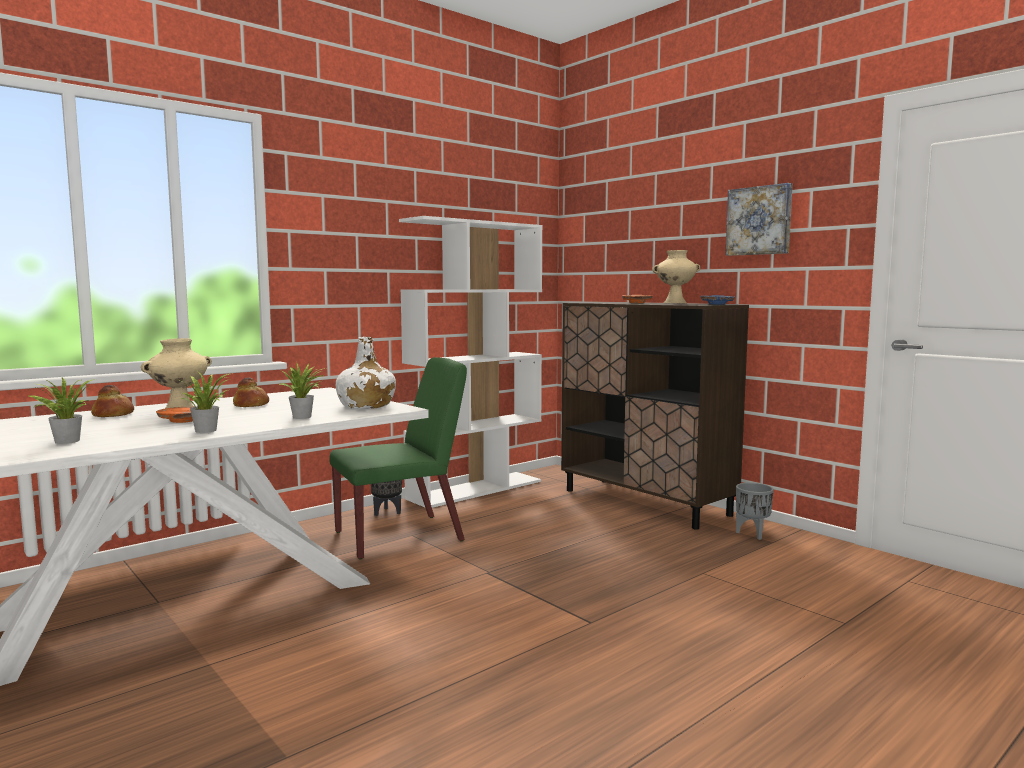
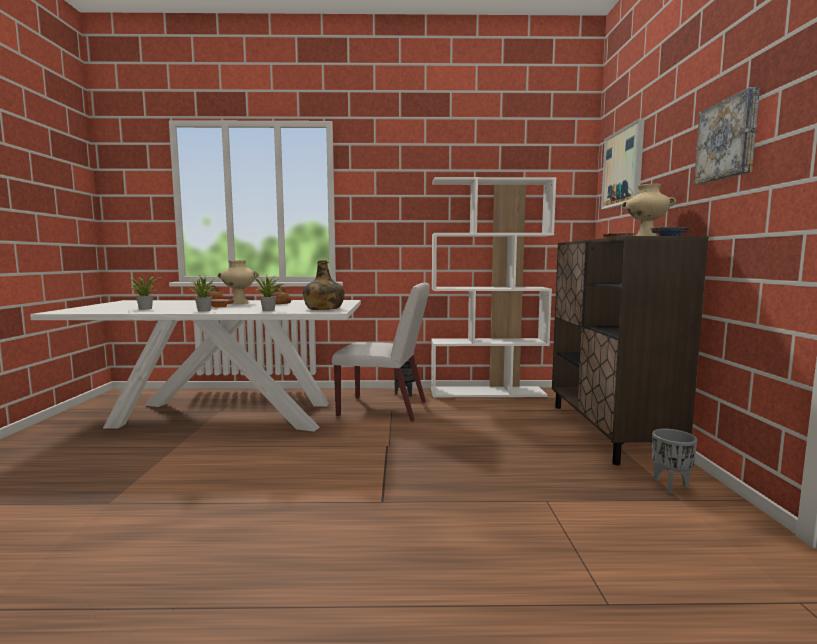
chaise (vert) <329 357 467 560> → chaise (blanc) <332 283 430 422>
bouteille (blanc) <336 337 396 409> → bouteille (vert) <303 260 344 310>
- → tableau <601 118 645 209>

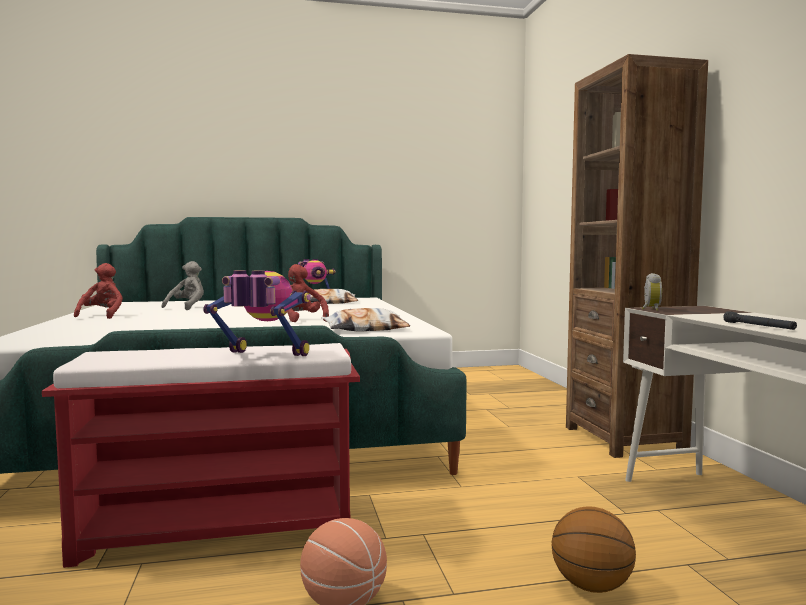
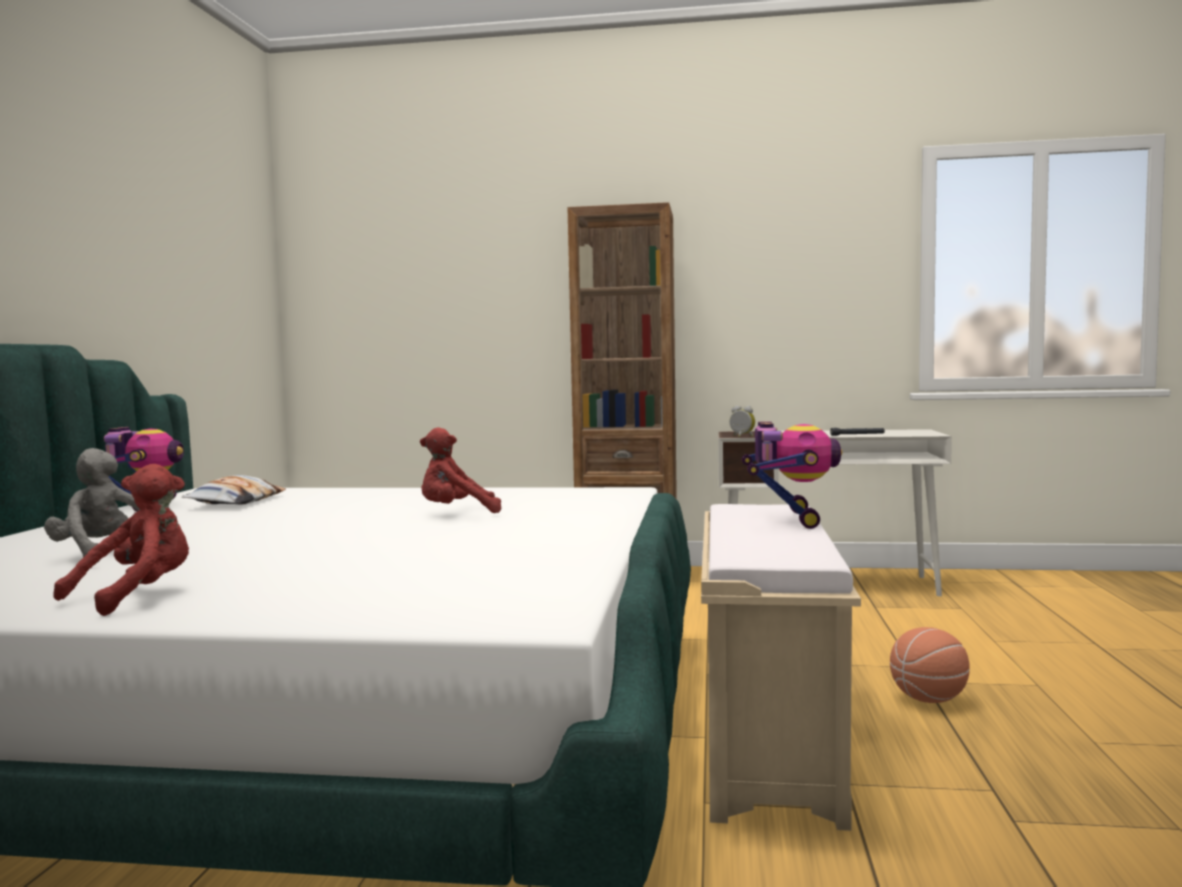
banc (rouge) <42 343 360 568> → banc (beige) <701 504 861 831>
peluche (rouge) <74 263 123 319> → peluche (rouge) <53 464 189 616>, 105 degrees clockwise
robot jouet <203 270 310 356> → robot jouet <742 421 842 529>, 150 degrees clockwise
coussin <322 308 410 332> → -
ballon de basket <552 506 636 593> → -

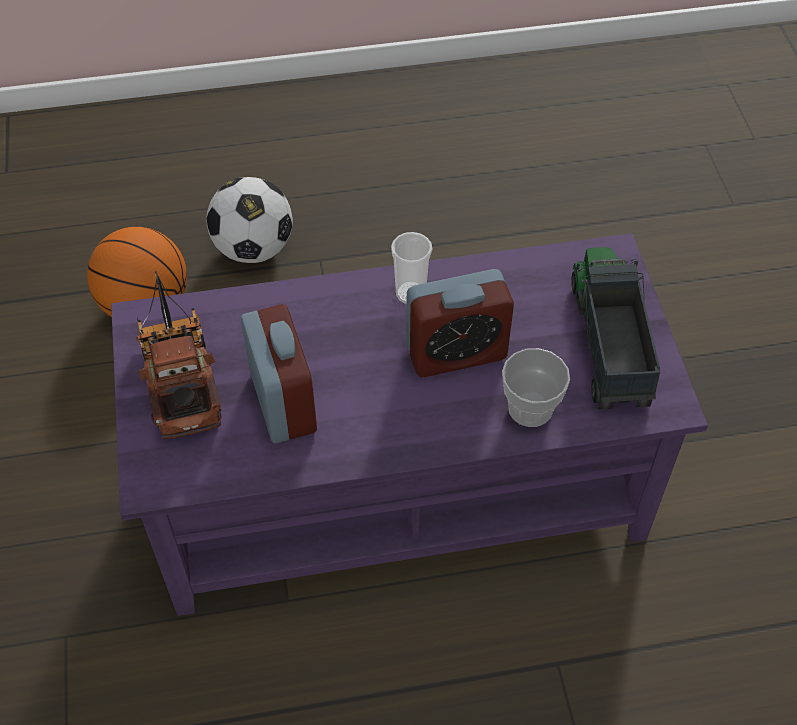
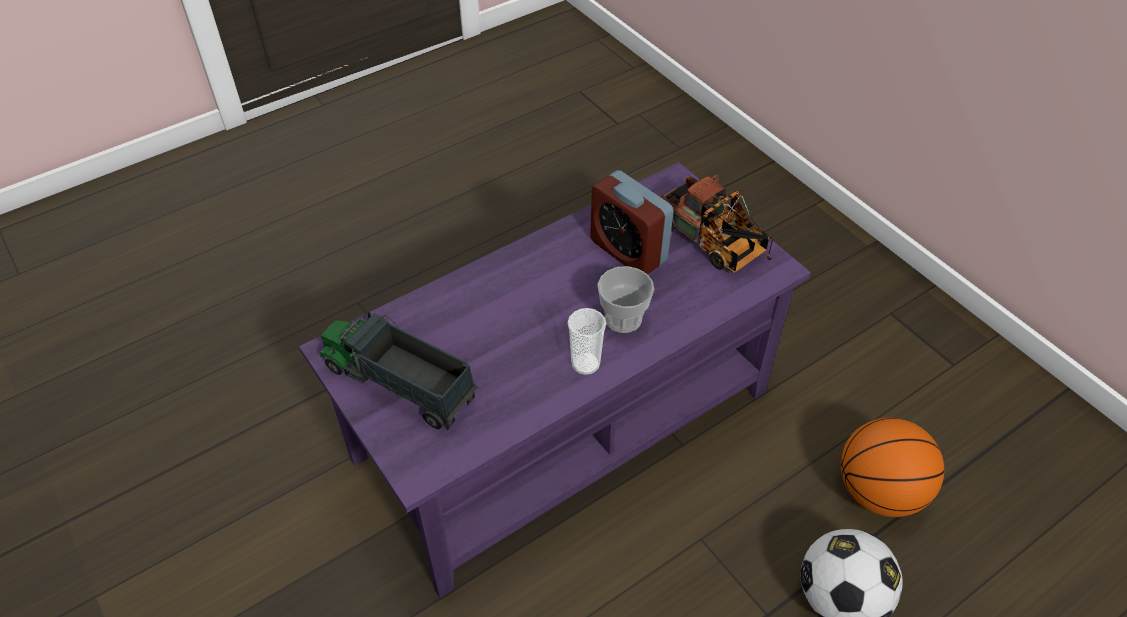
réveil <406 269 514 377> → -
tasse <502 348 570 427> → tasse <597 266 654 333>, move
camion jouet <571 247 660 409> → camion jouet <320 311 478 430>, 150 degrees clockwise

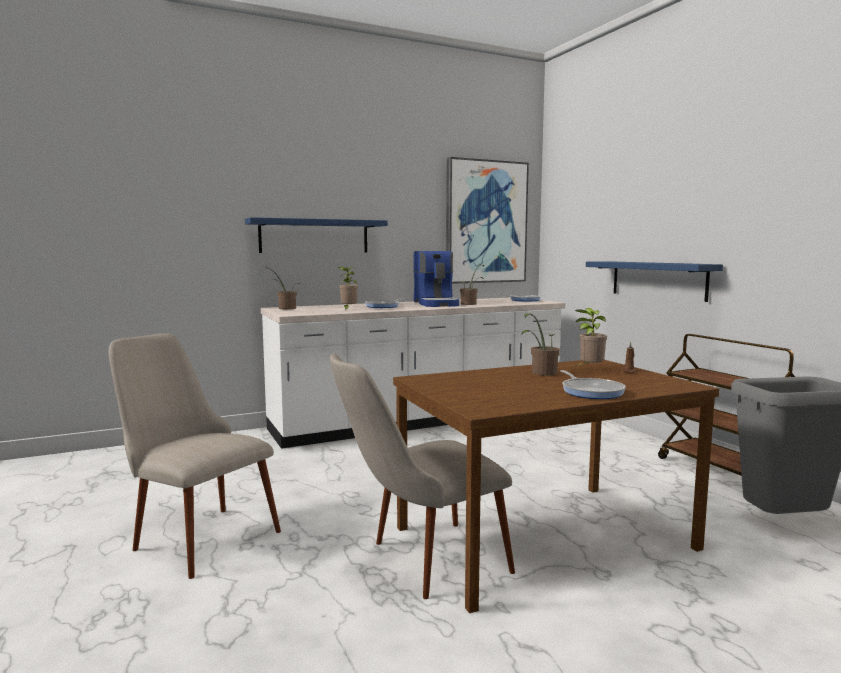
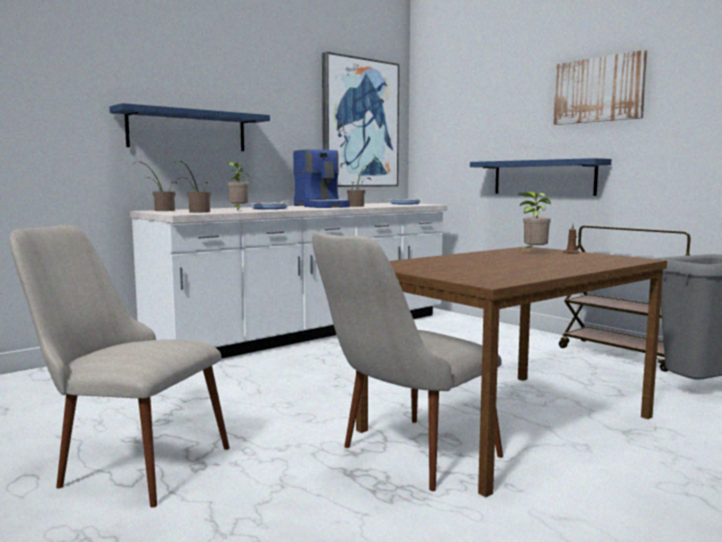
plante en pot <521 313 560 376> → plante en pot <175 161 211 213>, move
poêle <560 370 626 399> → -
- → tableau <553 50 647 125>

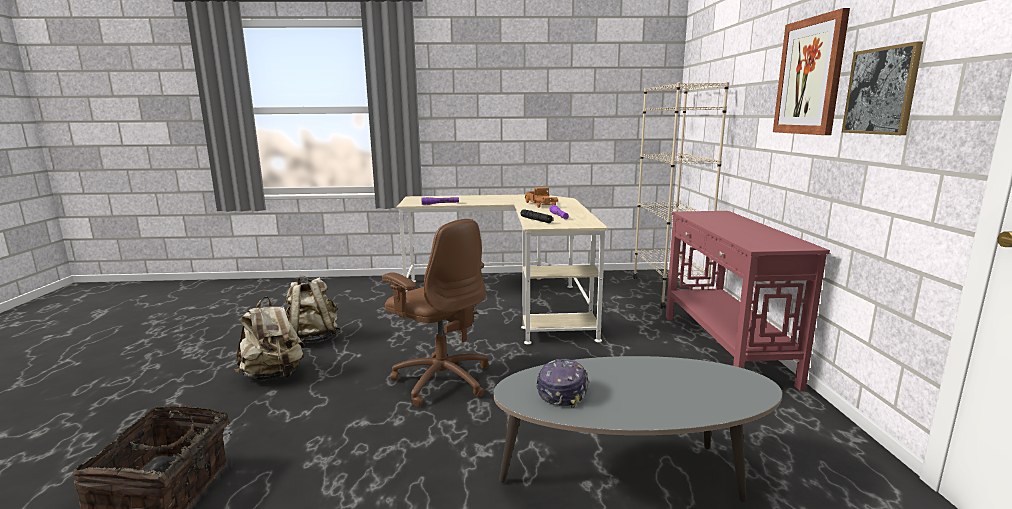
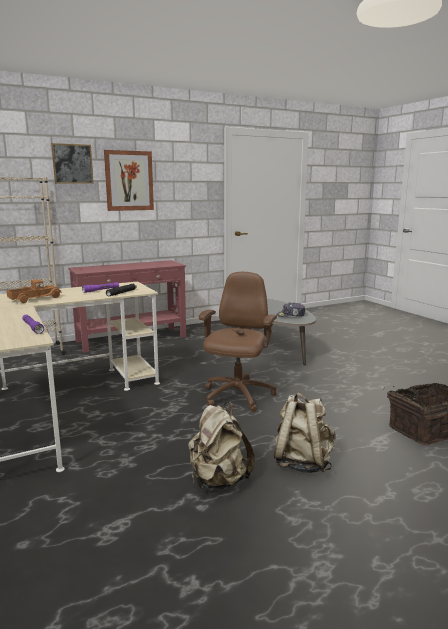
tableau <842 41 923 135> → tableau <51 143 94 184>, move

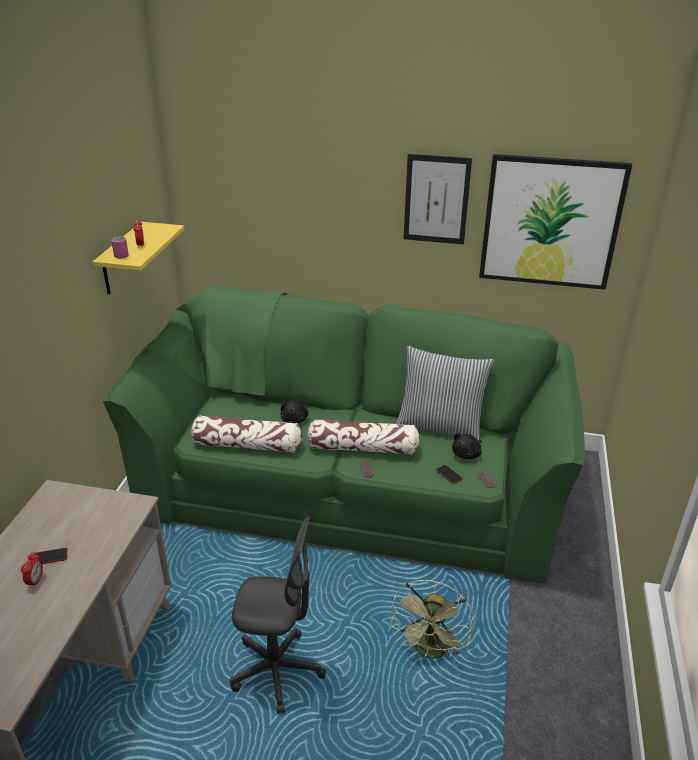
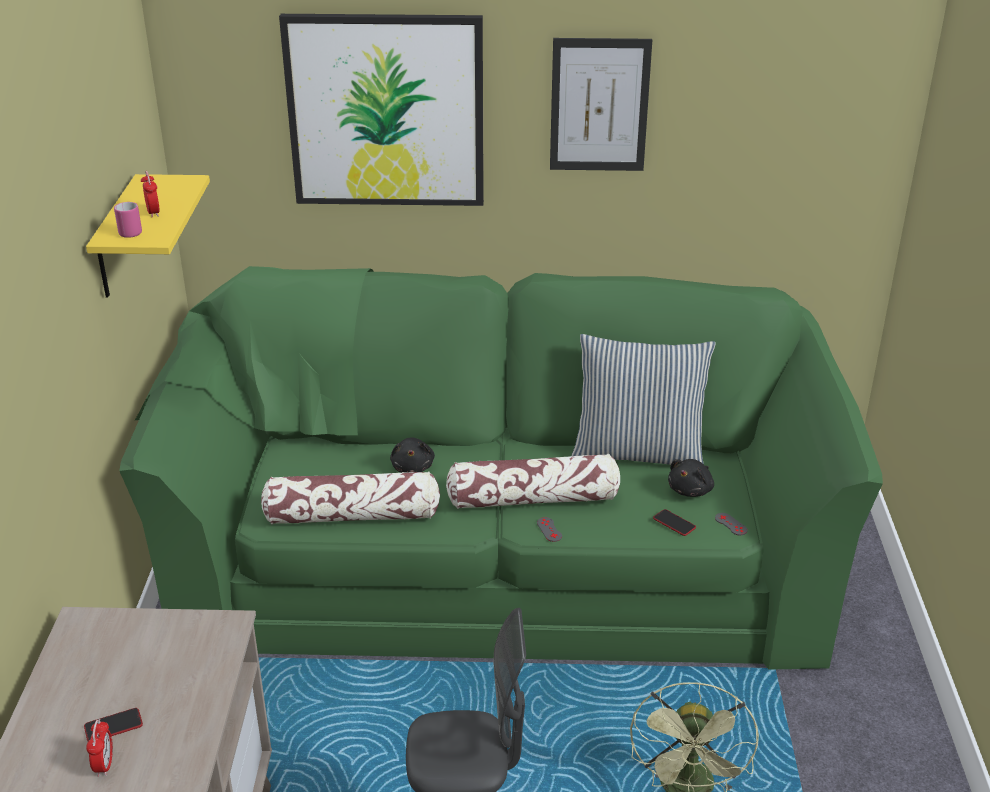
tableau <479 154 632 290> → tableau <279 14 484 206>, move

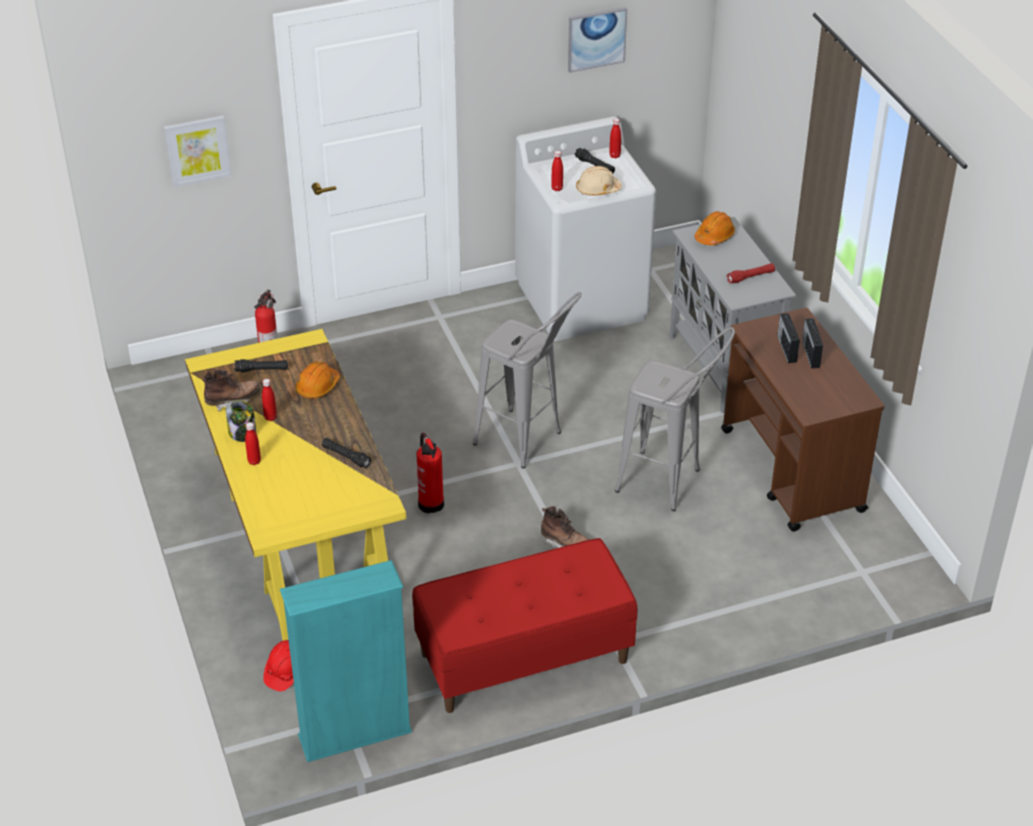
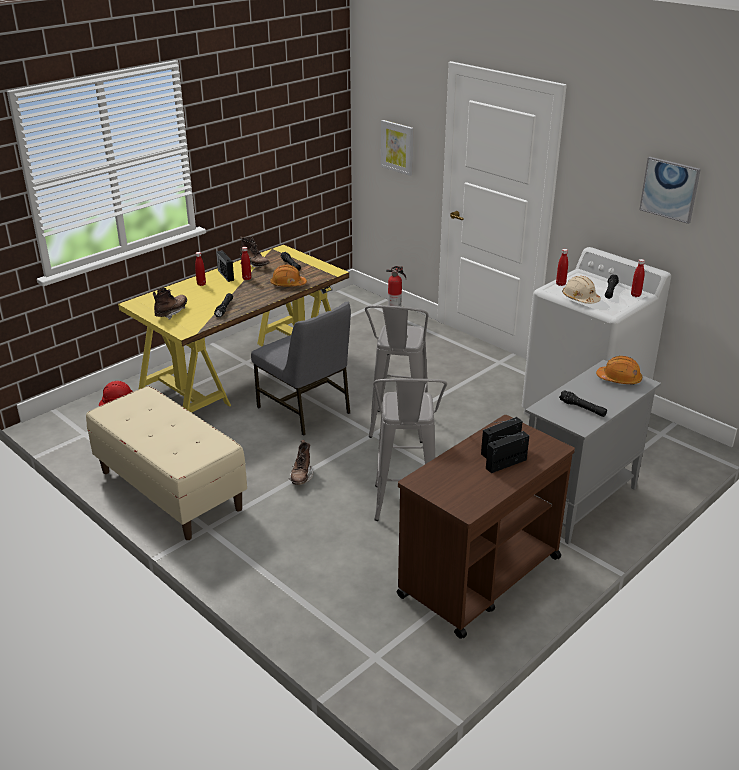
bocal <226 400 256 442> → radio <216 250 234 282>
bibliothèque (turquoise) <280 560 412 762> → -
banc (rouge) <412 538 637 713> → banc (beige) <86 386 247 540>
extincteur <416 432 444 514> → chaise (gris) <251 301 351 436>
lampe de poche (rouge) <727 263 775 284> → lampe de poche (noir) <559 390 607 417>
- → botte (marron) <153 288 187 320>

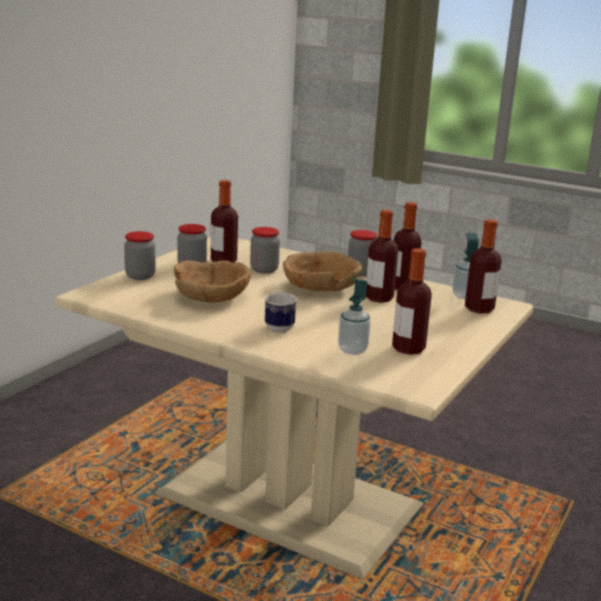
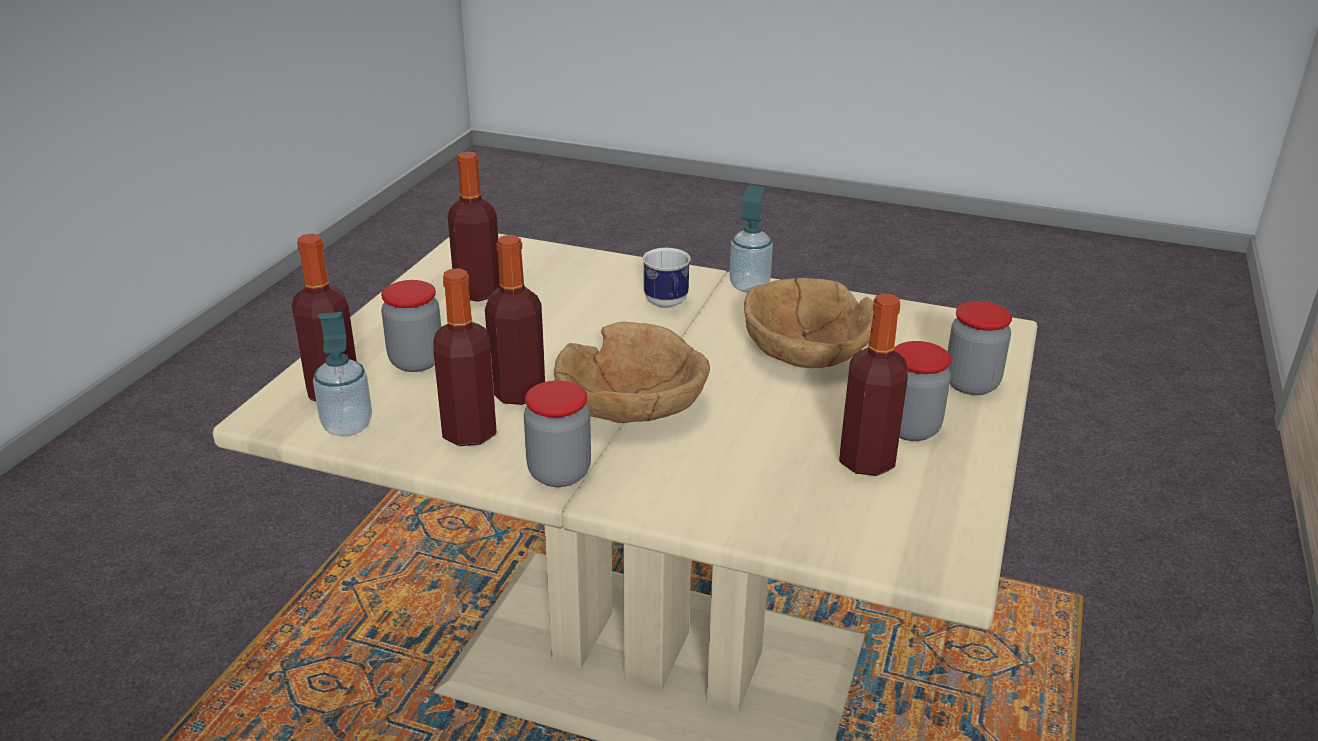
bocal <250 227 280 274> → bocal <381 280 441 372>, move
distributeur de savon <338 278 371 355> → distributeur de savon <729 185 773 293>, move

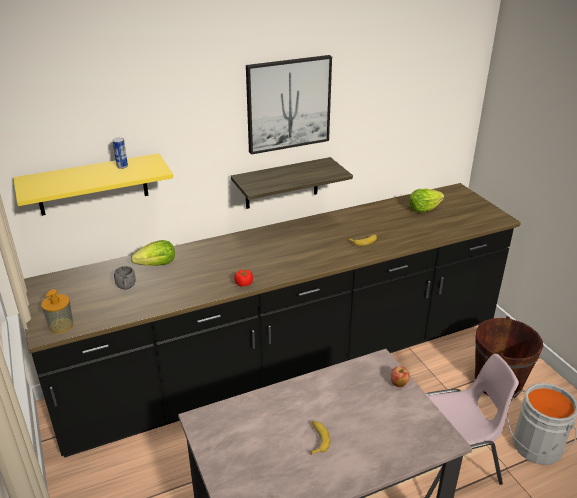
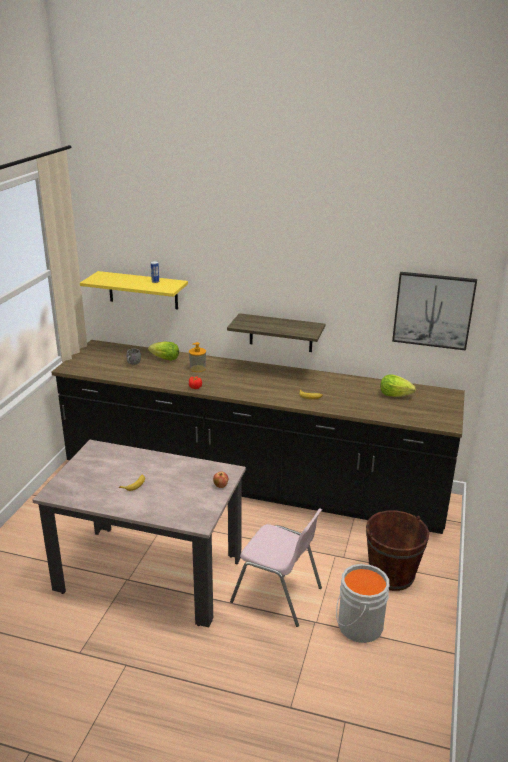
distributeur de savon <41 289 73 333> → distributeur de savon <189 342 206 372>, move
tableau <246 55 332 155> → tableau <392 272 477 351>, move

